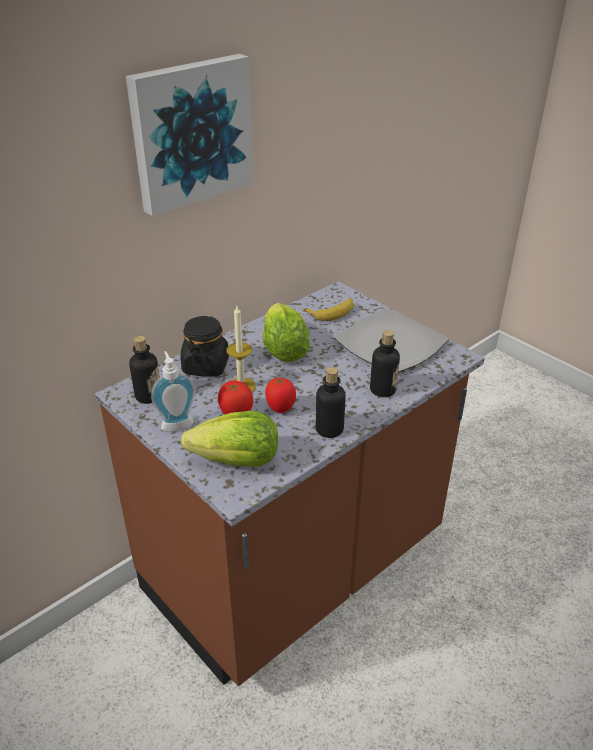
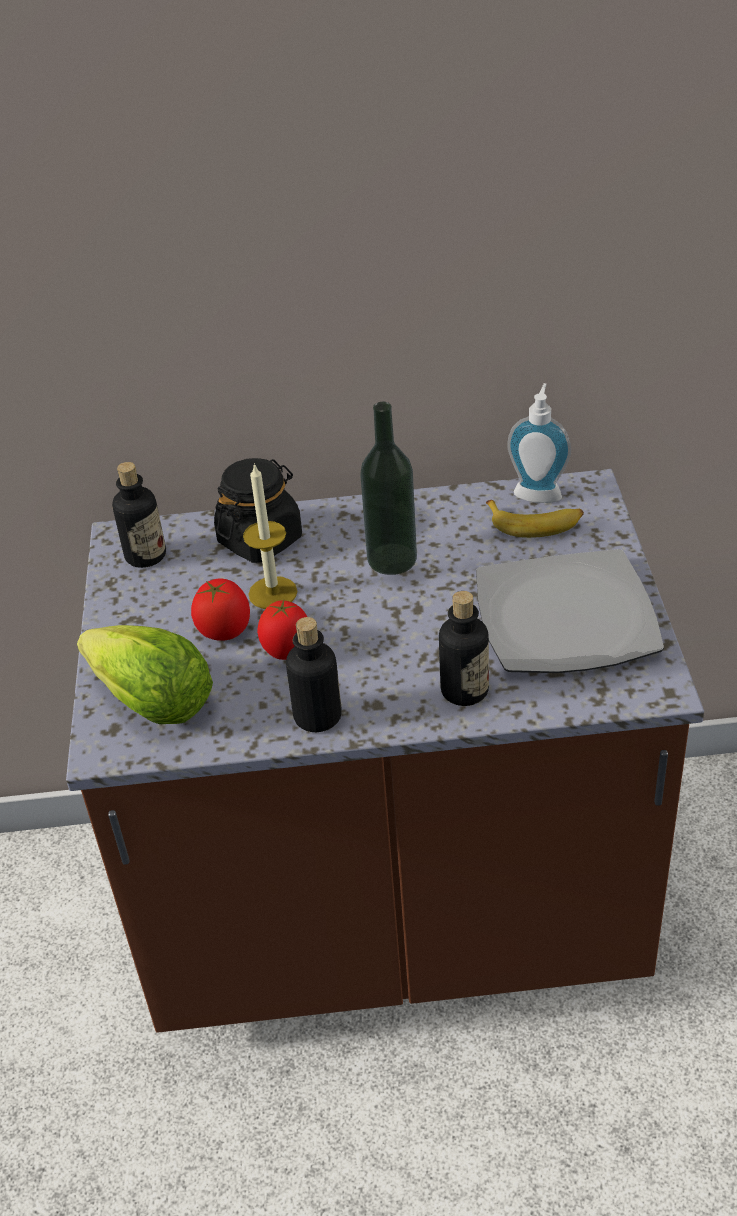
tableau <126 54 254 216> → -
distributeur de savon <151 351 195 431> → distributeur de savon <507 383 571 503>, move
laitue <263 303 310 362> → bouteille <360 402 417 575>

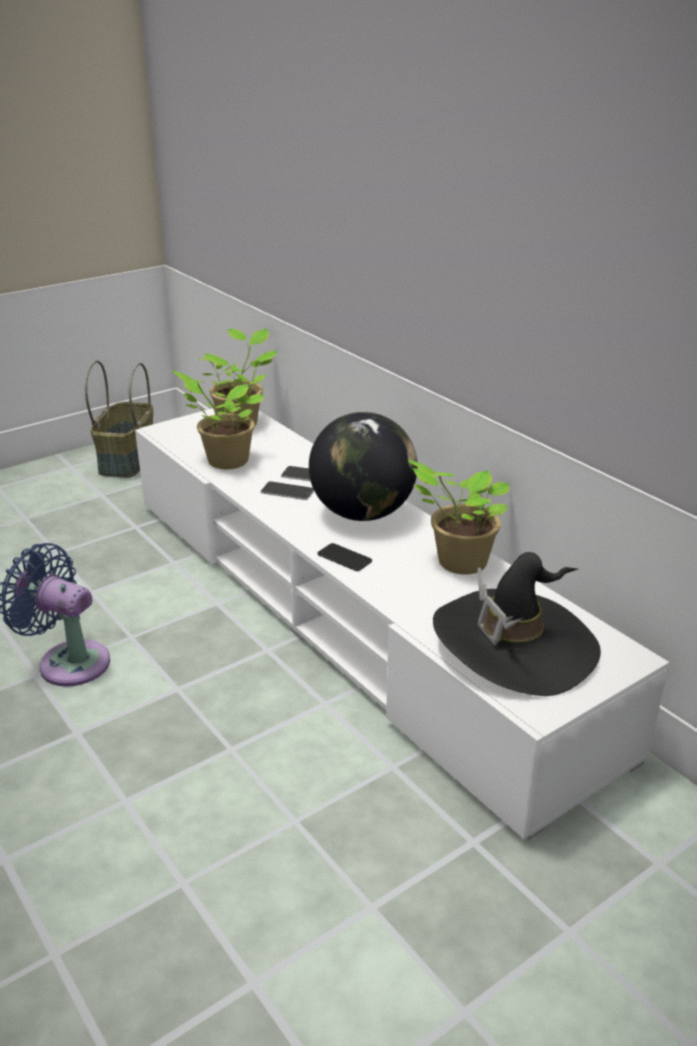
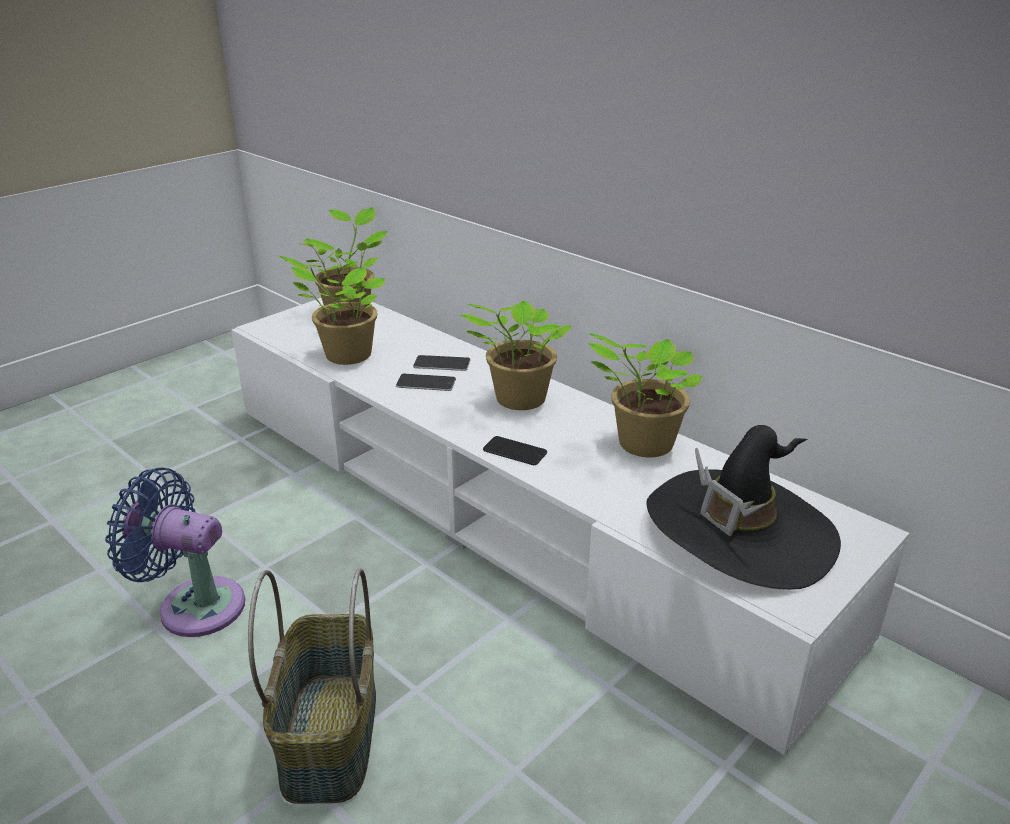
panier <85 360 153 478> → panier <248 569 376 804>, move
globe <309 412 418 521> → plante en pot <460 300 572 410>

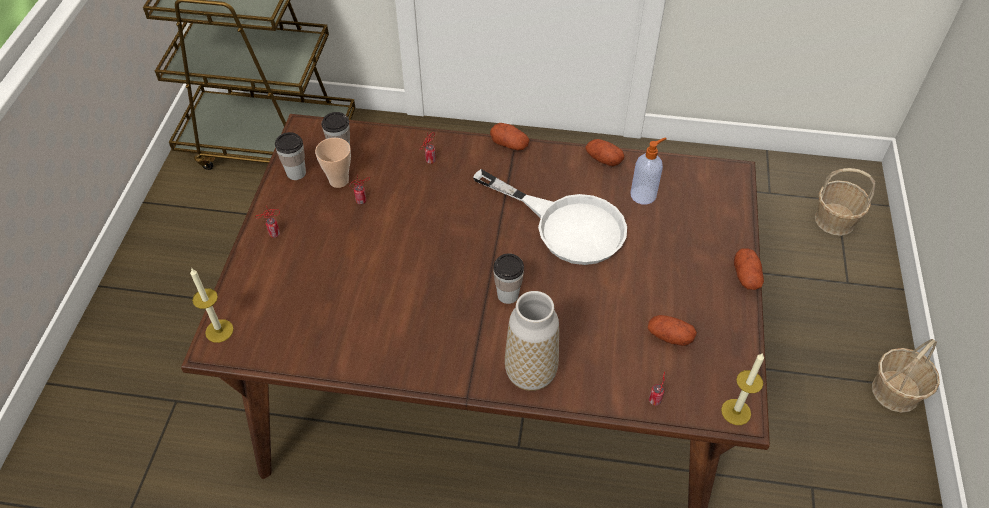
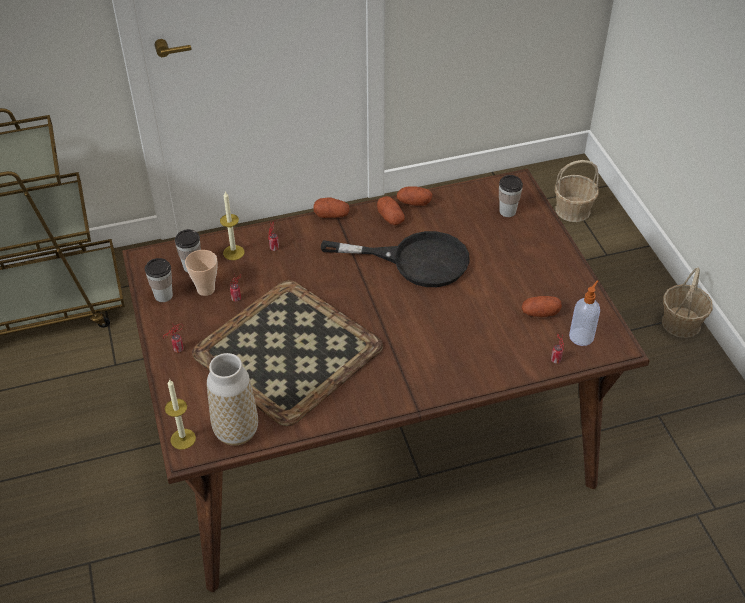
poêle (blanc) <473 169 627 265> → poêle (noir) <321 231 470 287>
tasse <493 253 524 304> → tasse <499 175 523 217>, move
vase <505 291 559 391> → vase <207 353 258 446>, move
distributeur de savon <630 137 667 205> → distributeur de savon <569 280 600 346>, move
bougie <721 353 764 425> → bougie <220 192 245 260>, move
pomme de terre <734 248 764 290> → pomme de terre <377 196 405 225>, move
- → plateau <192 280 383 426>

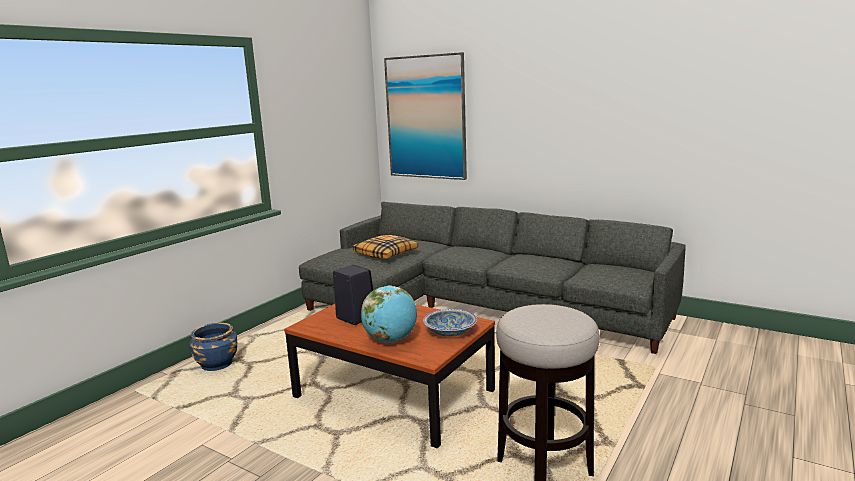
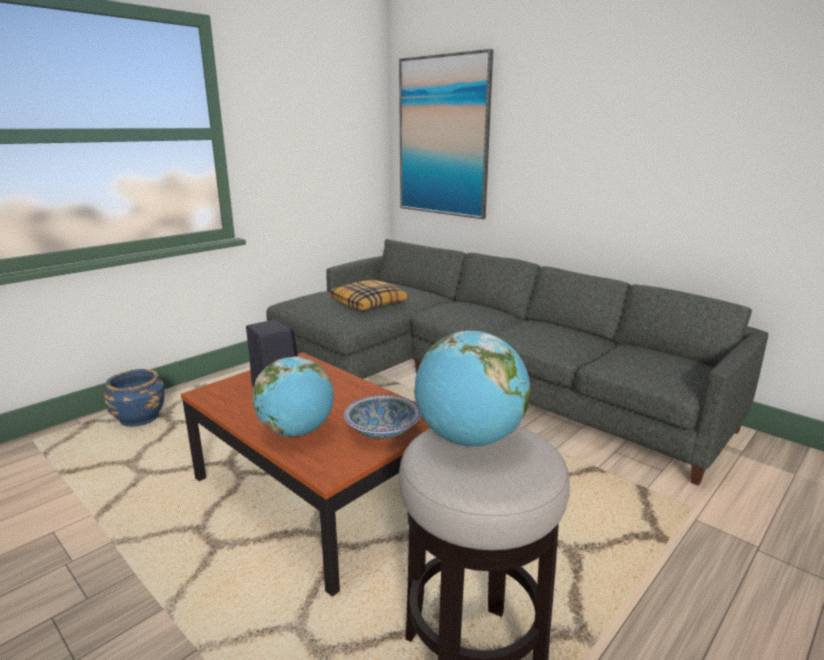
- → globe <414 330 531 446>

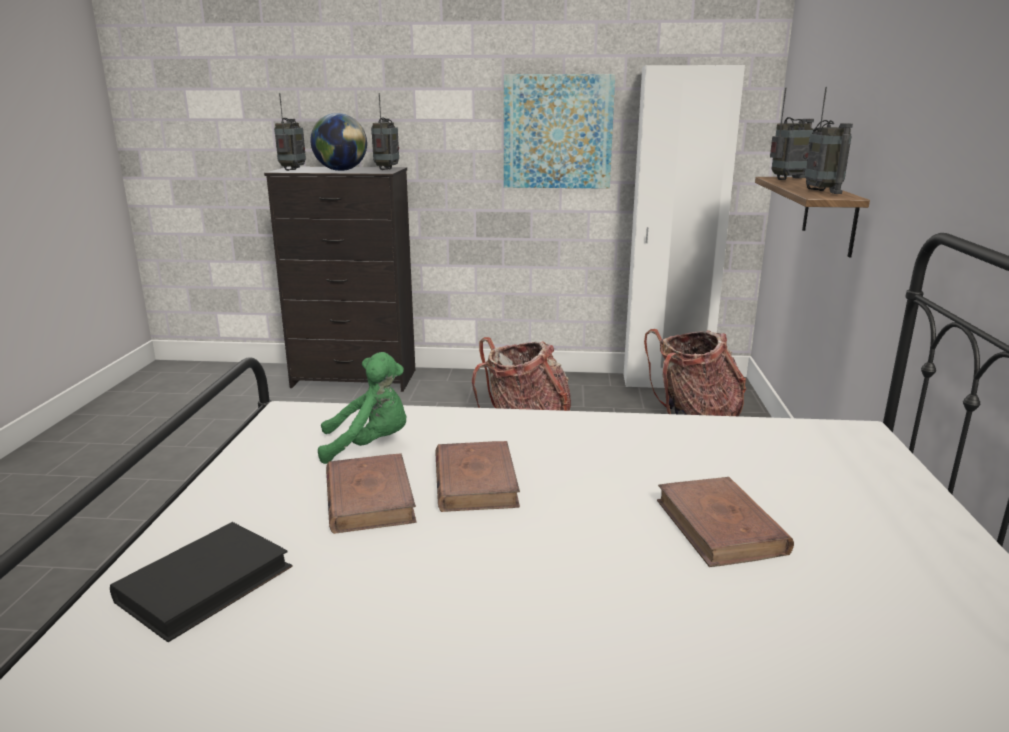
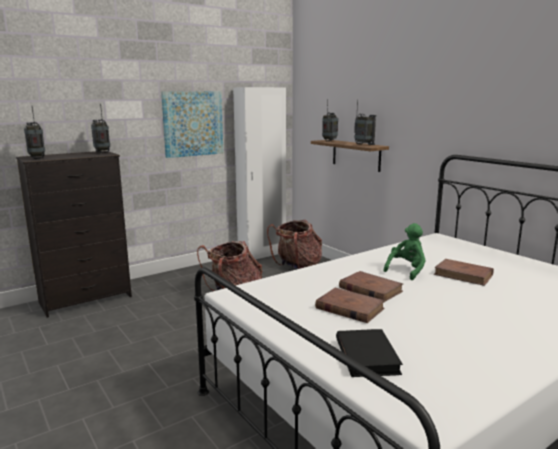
globe <310 113 367 171> → -
peluche (vert) <318 352 407 464> → peluche (vert) <383 223 426 280>, move

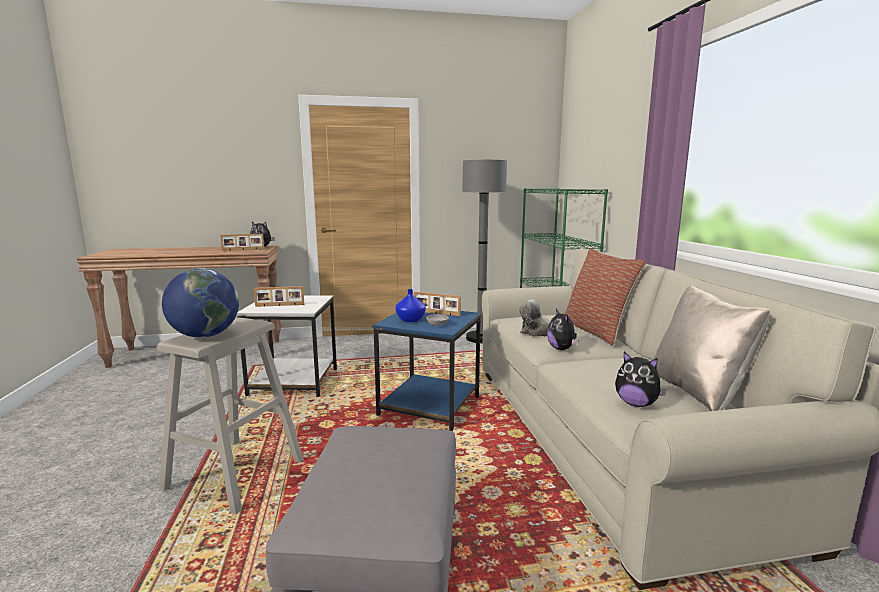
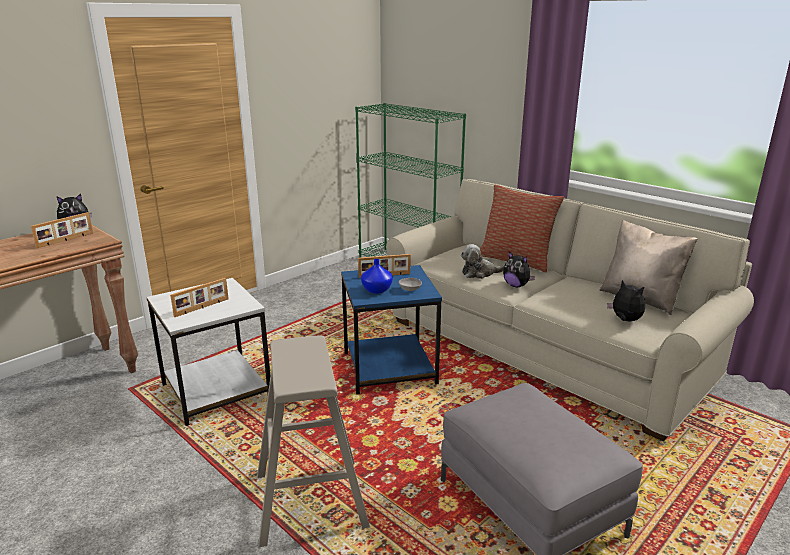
globe <162 269 239 338> → -
lampadaire (gris) <462 160 507 343> → -
peluche <615 351 667 407> → peluche <607 280 645 321>, 135 degrees counterclockwise

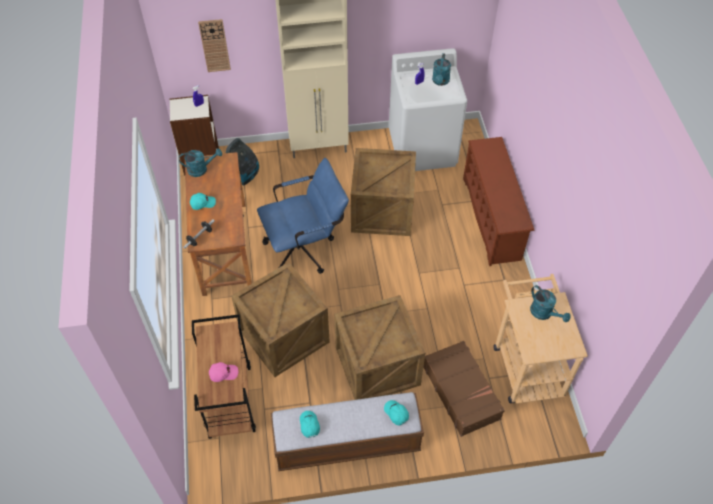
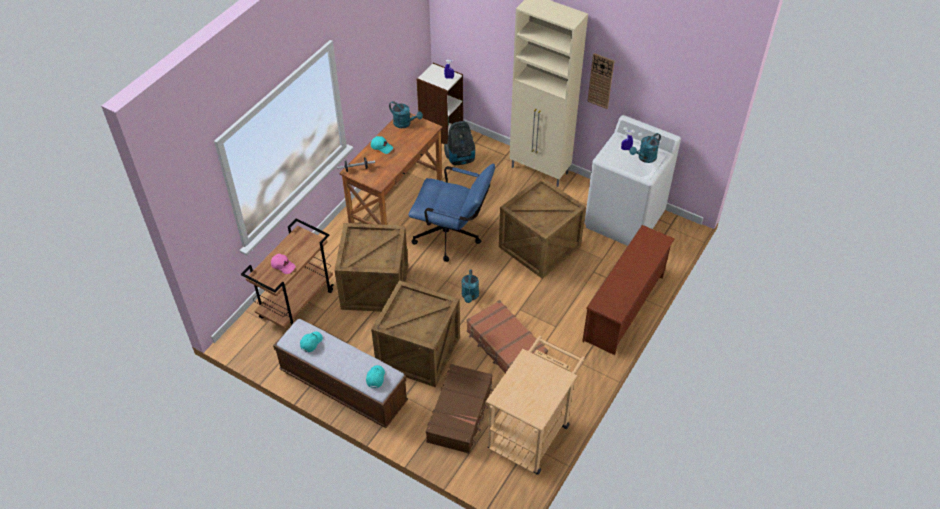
horloge murale <198 19 231 72> → horloge murale <587 53 615 109>, move
arrosoir (turquoise) <530 285 571 322> → arrosoir (turquoise) <461 270 479 303>, move
- → valise (marron) <467 300 548 373>

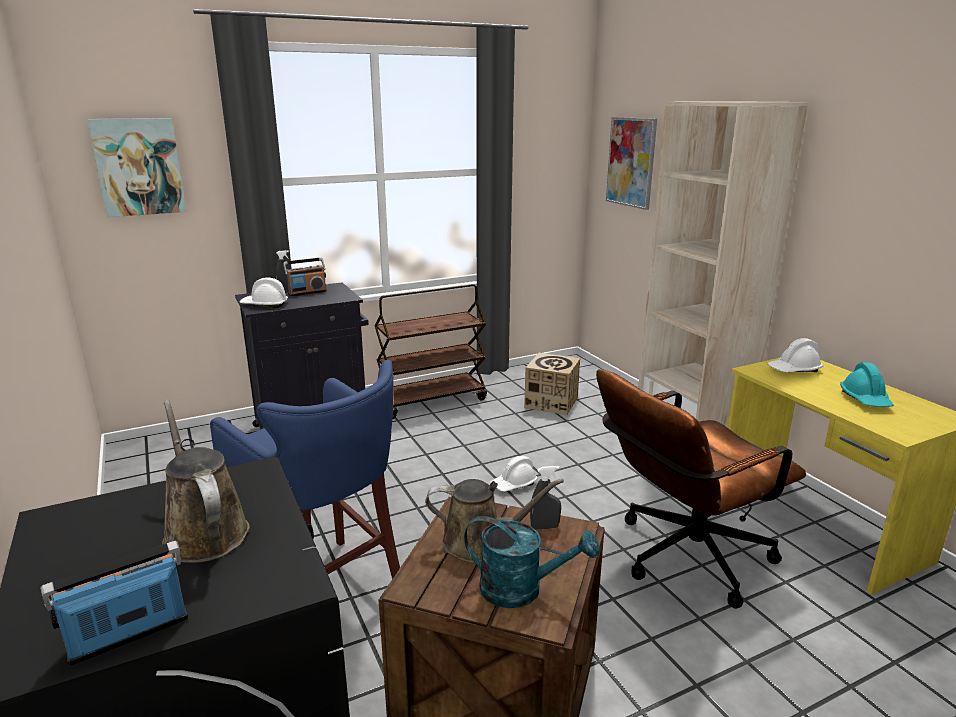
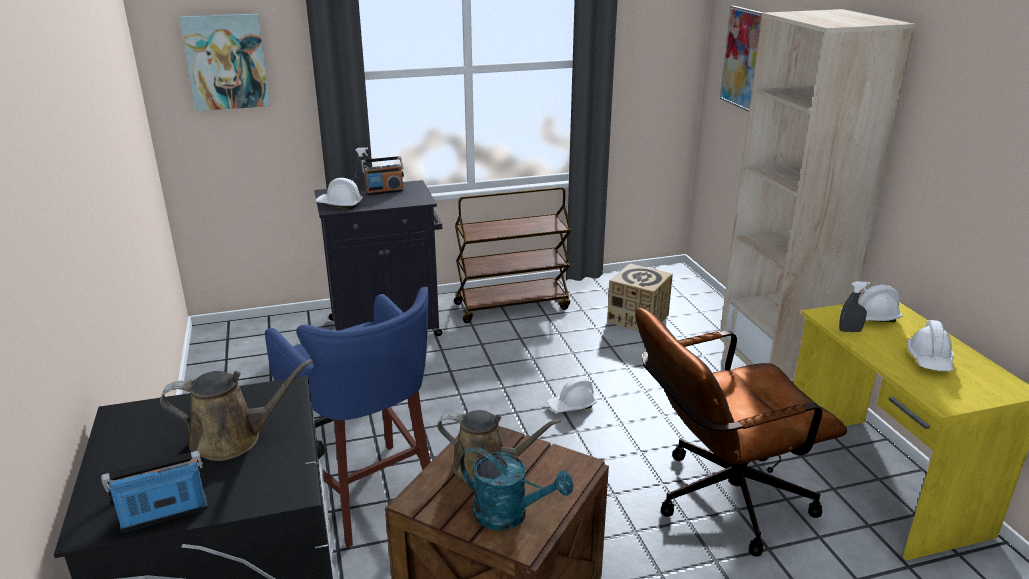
arrosoir (marron) <162 400 250 563> → arrosoir (marron) <160 359 313 461>, 105 degrees clockwise
vaporisateur (gris) <530 466 561 530> → vaporisateur (gris) <839 281 870 332>, move
casque de chantier (turquoise) <840 363 894 407> → casque de chantier (blanc) <907 320 954 371>

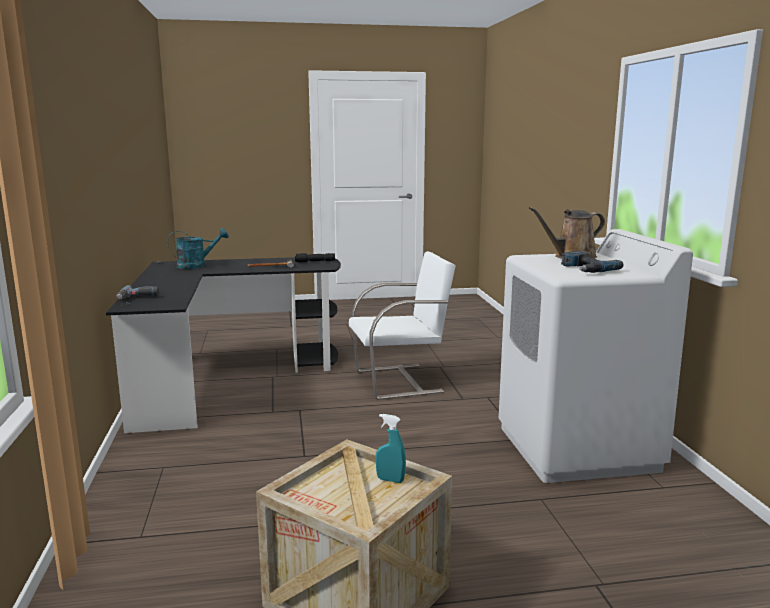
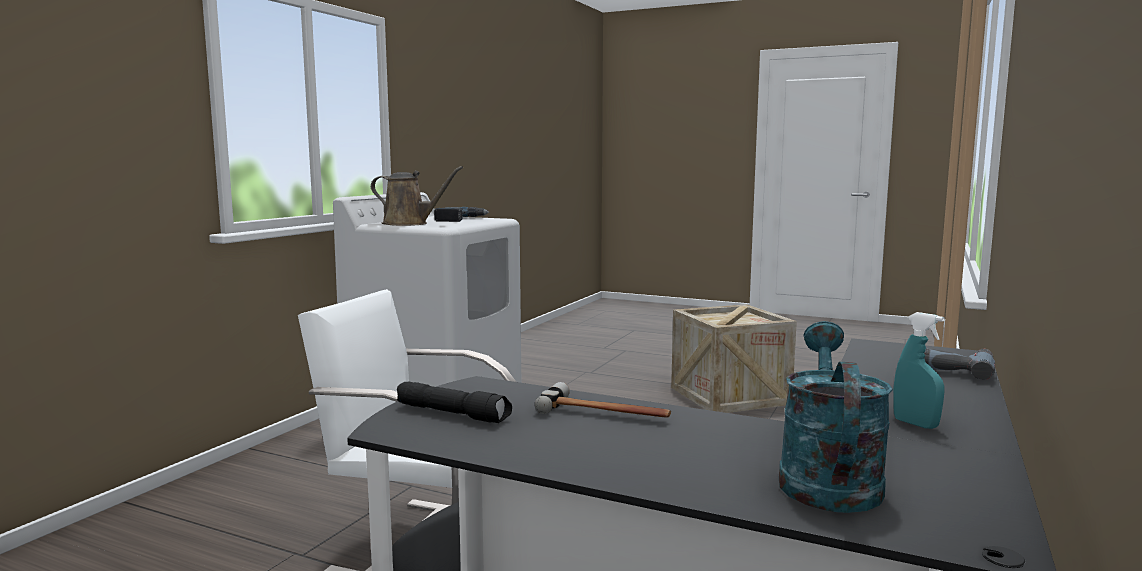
arrosoir (turquoise) <168 228 229 269> → arrosoir (turquoise) <779 321 893 513>, 90 degrees clockwise
vaporisateur (turquoise) <376 414 406 483> → vaporisateur (turquoise) <893 312 944 429>, move

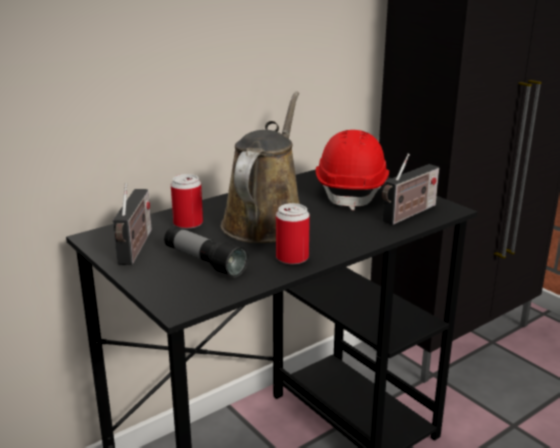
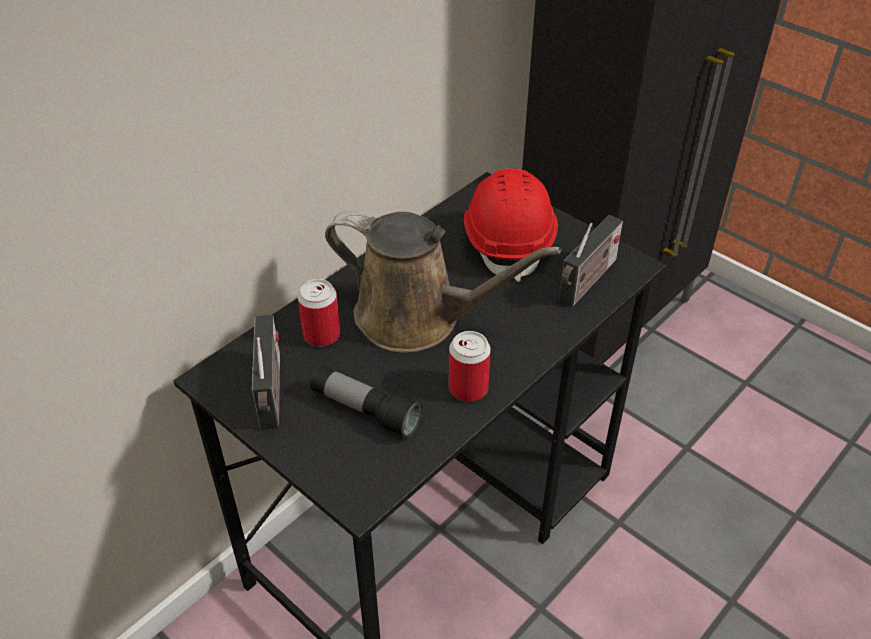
arrosoir (marron) <221 92 300 243> → arrosoir (marron) <325 211 561 353>, 105 degrees clockwise

